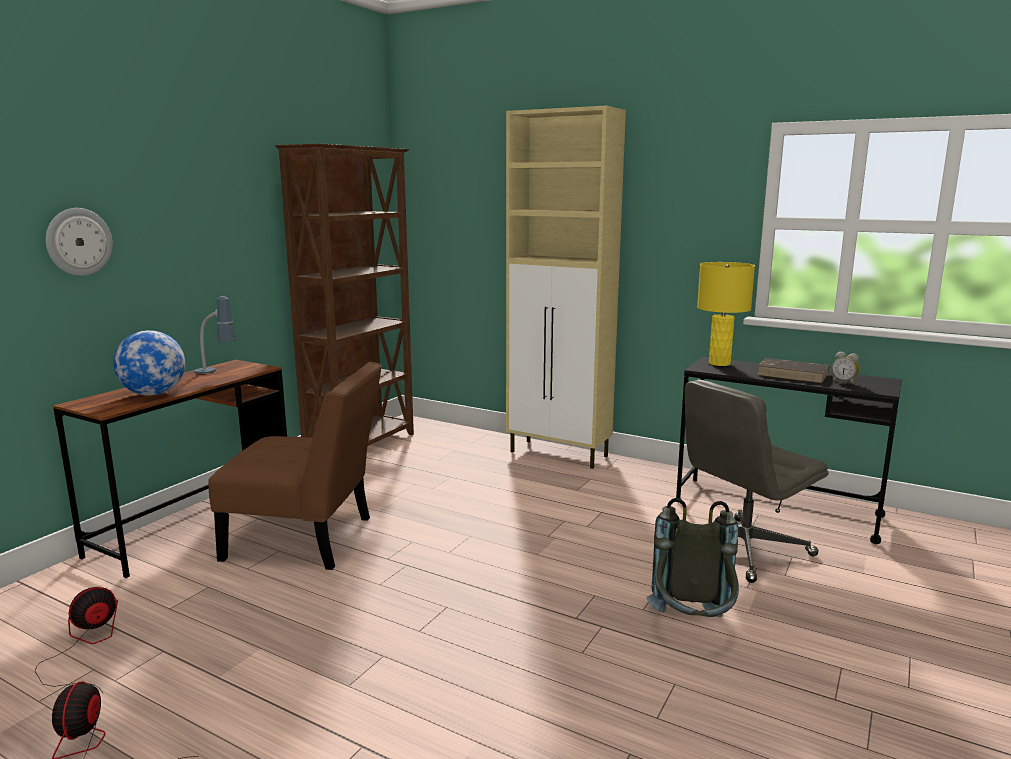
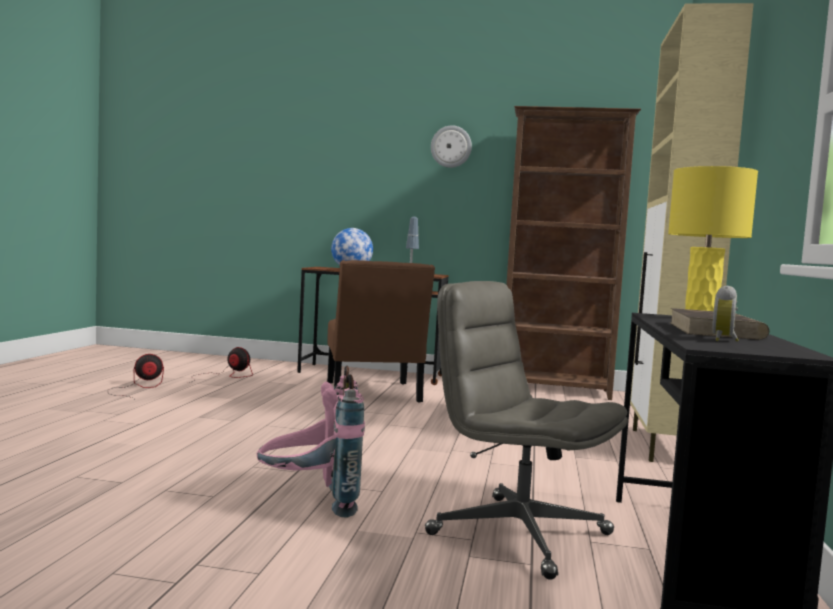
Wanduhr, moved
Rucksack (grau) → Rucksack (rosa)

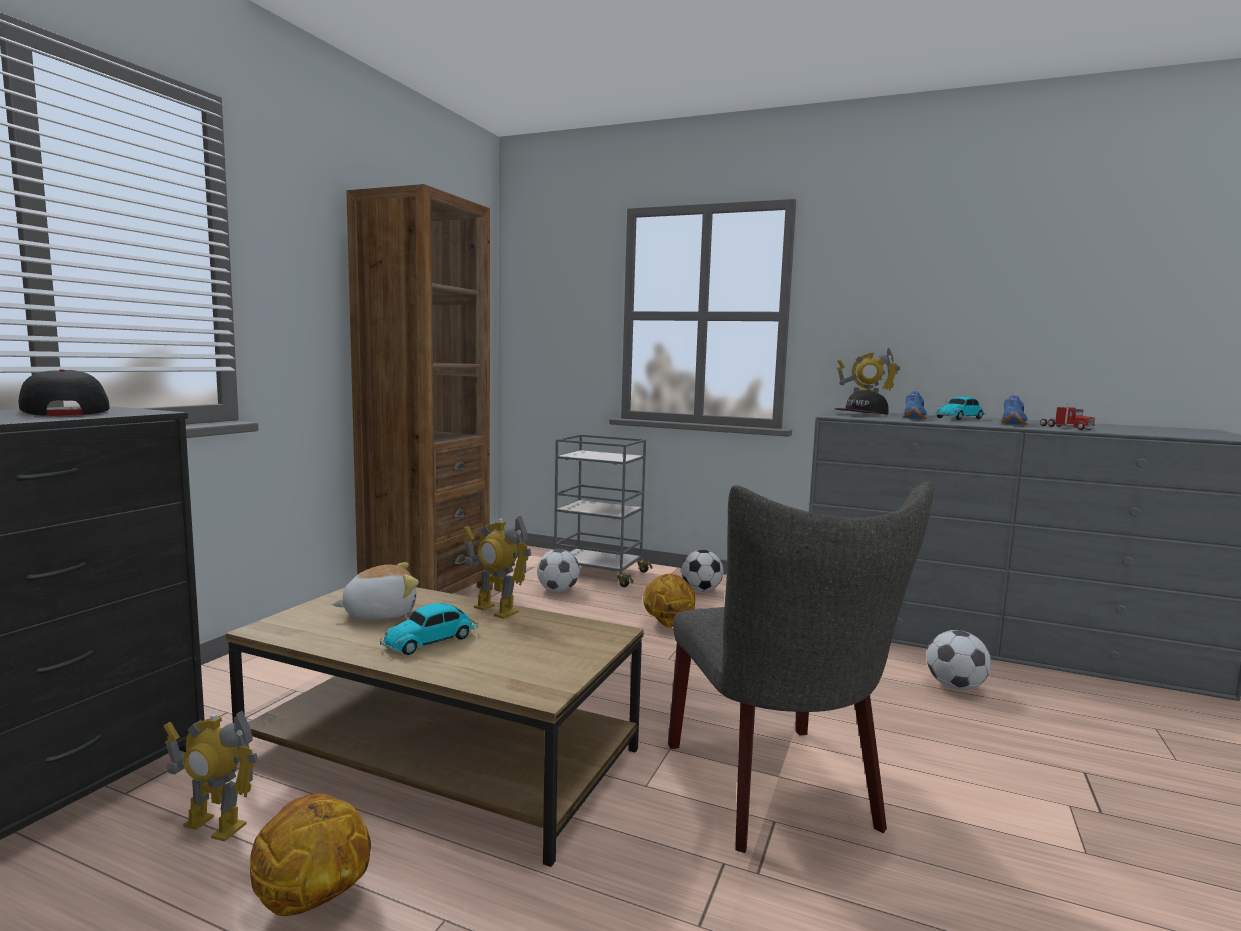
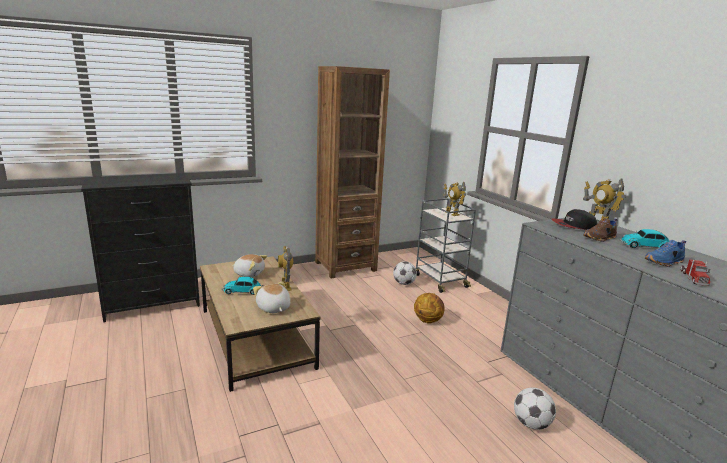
Kappe (1st from left) → -
Basketball (1st from left) → -
Stuhl (grau) → -
Fußball (2nd from left) → -
- → Plüschtier (2nd from left)
Spielzeugroboter (1st from left in the first image) → Spielzeugroboter (2nd from left), moved
Schuh (blau) (1st from left) → Schuh (braun)

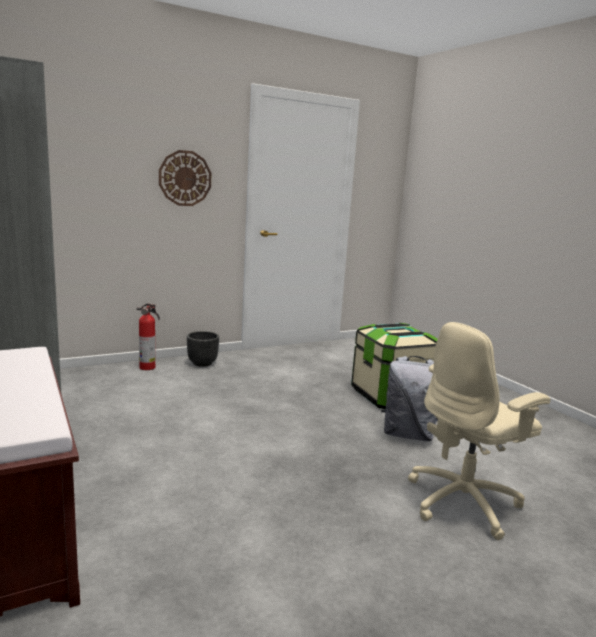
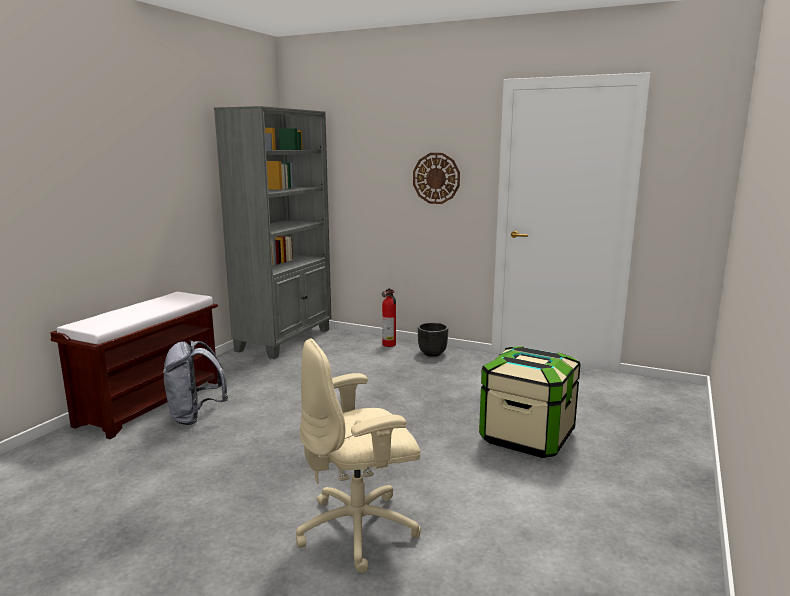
Rucksack (grau), moved
Bürostuhl (beige), 45 degrees counterclockwise

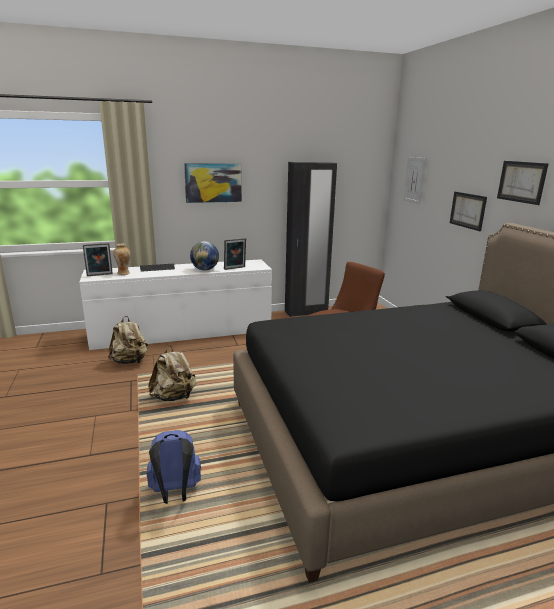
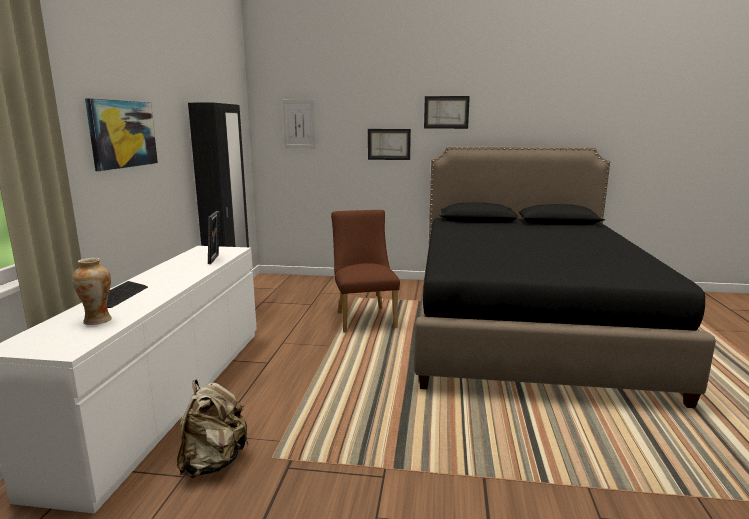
Bilderrahmen (1st from left) → -
Rucksack (blau) → -
Rucksack (beige) (2nd from left) → -
Globus → -

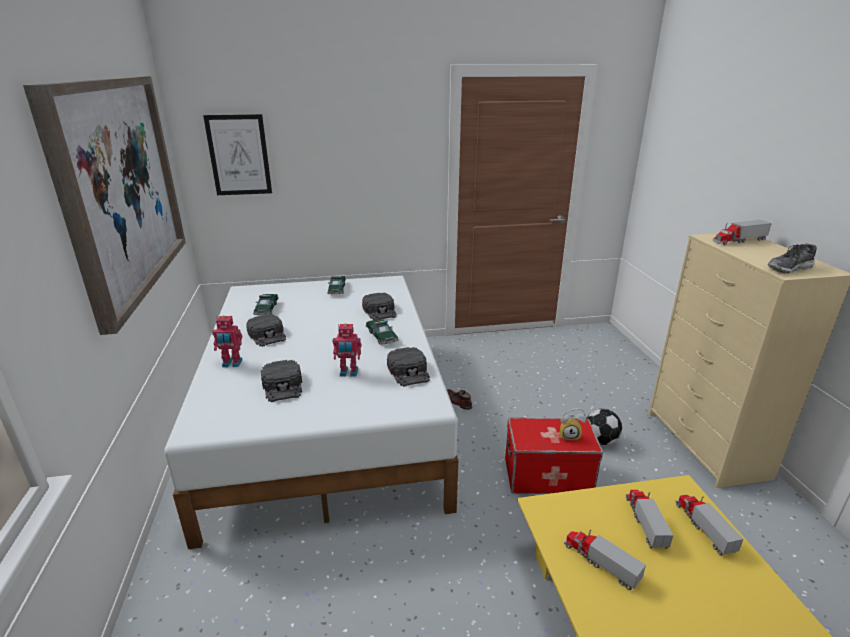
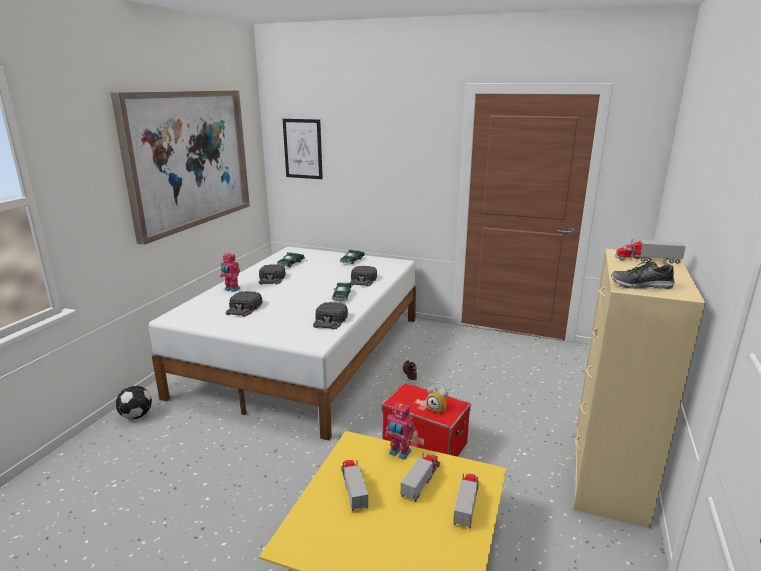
Spielzeugroboter (2nd from left), moved
Fußball, moved

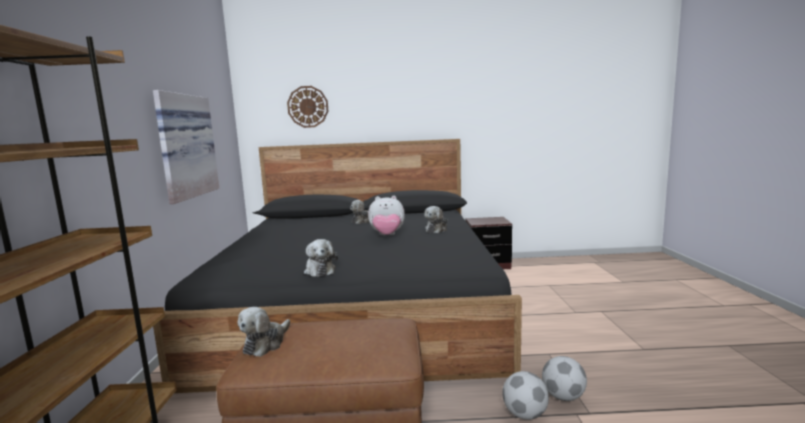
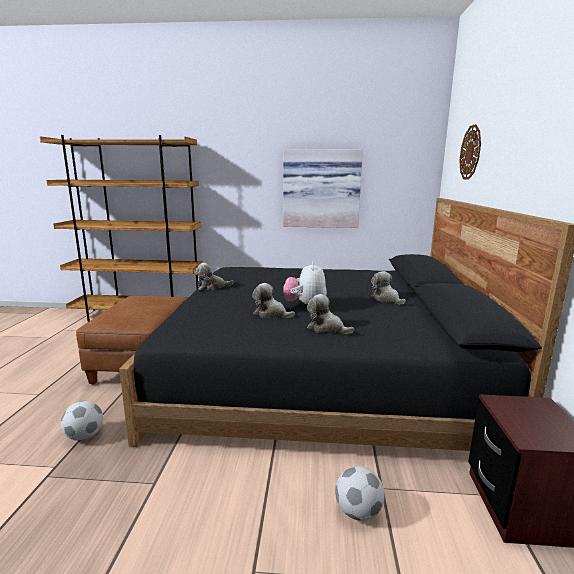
Plüschtier (1st from left in the first image) → Plüschtier (2nd from left), moved
Fußball (2nd from left), moved

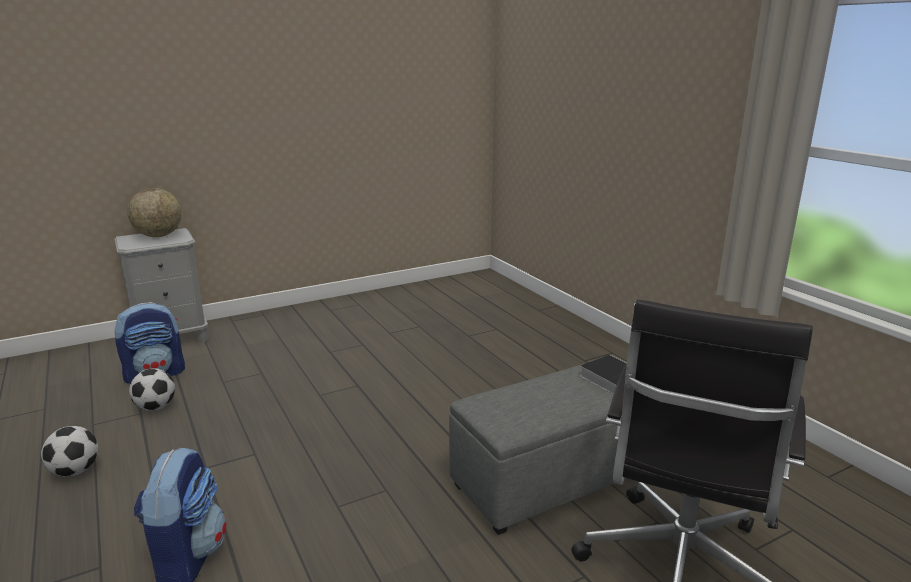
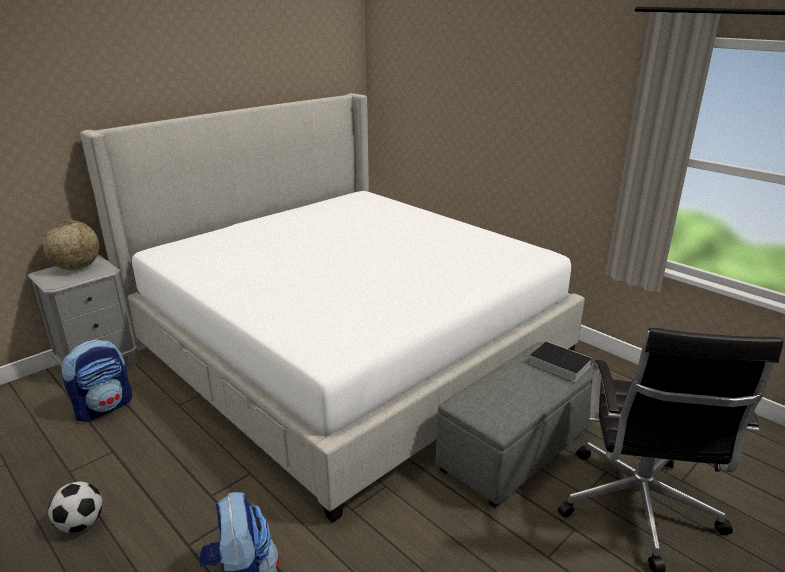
Fußball (2nd from left) → -
- → Bett

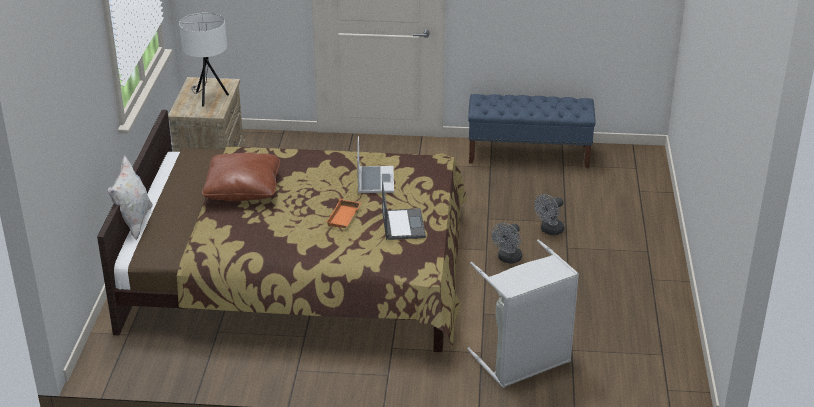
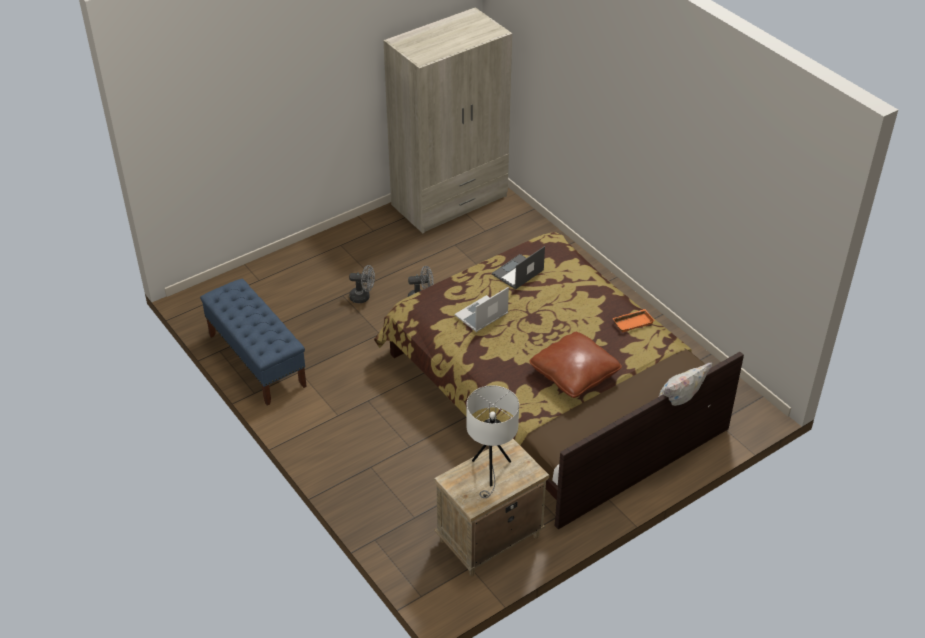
Wäschekorb (grau) → -
- → Kleiderschrank (beige)
Tablett (orange), moved

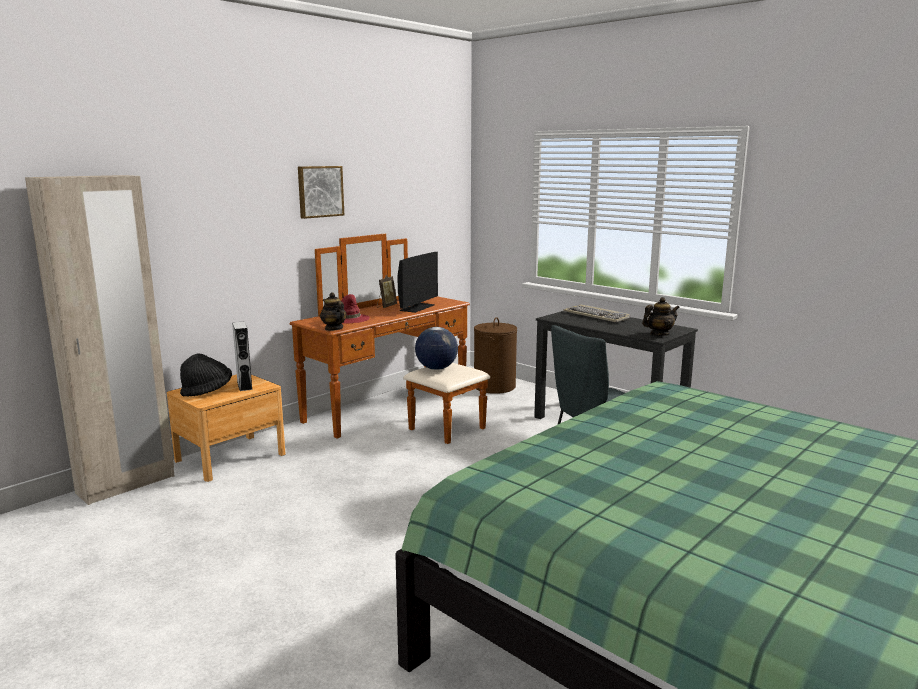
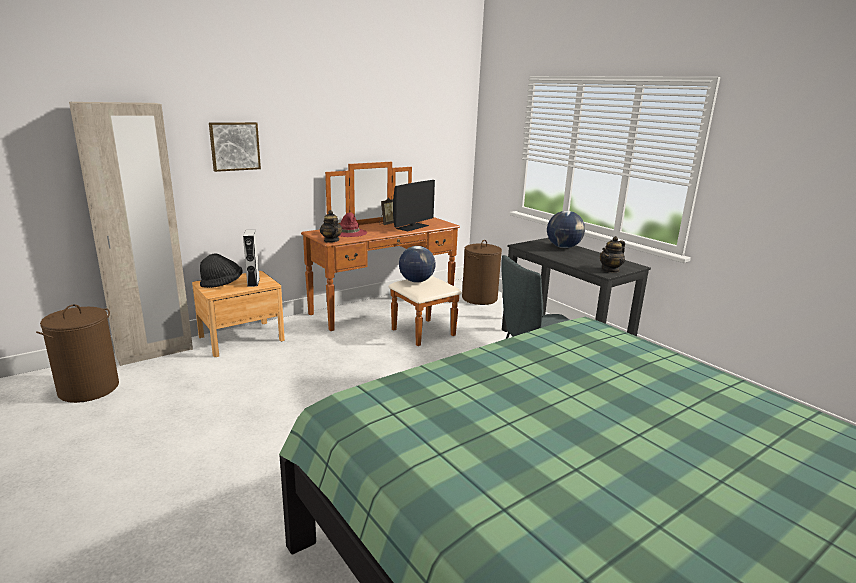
- → Wäschekorb (braun) (1st from left)
Bild, moved
Tastatur → Globus (2nd from left)
Teekanne (2nd from left), 150 degrees clockwise

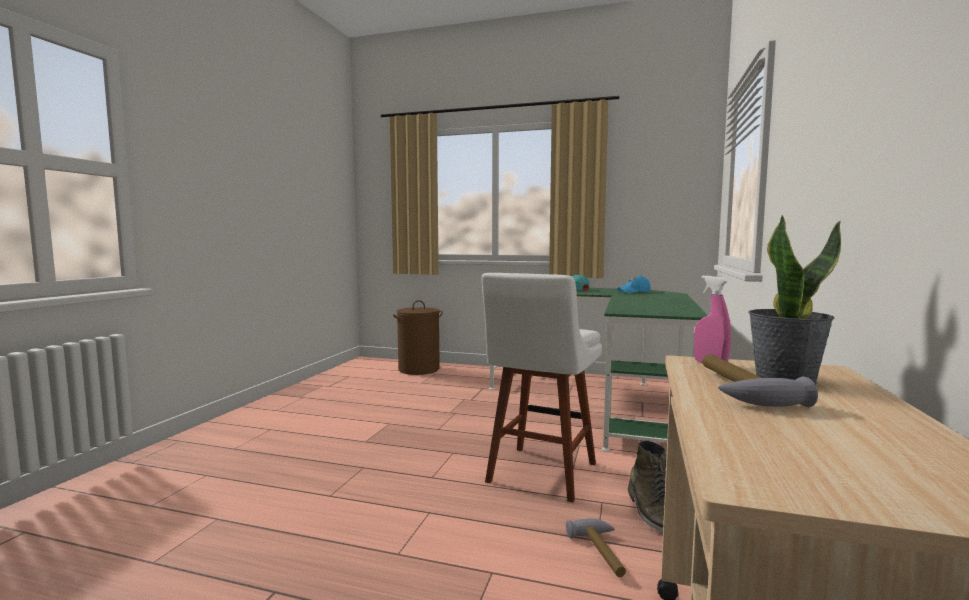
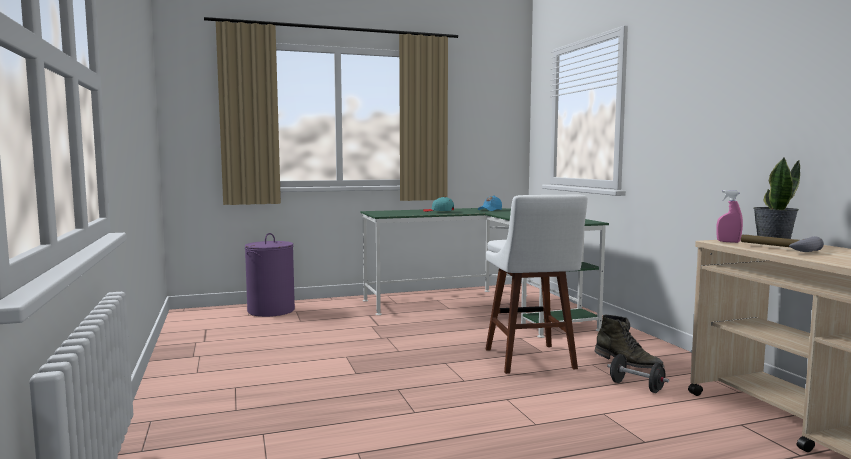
Hammer (1st from left) → Hantel (schwarz)
Wäschekorb (braun) → Wäschekorb (lila)

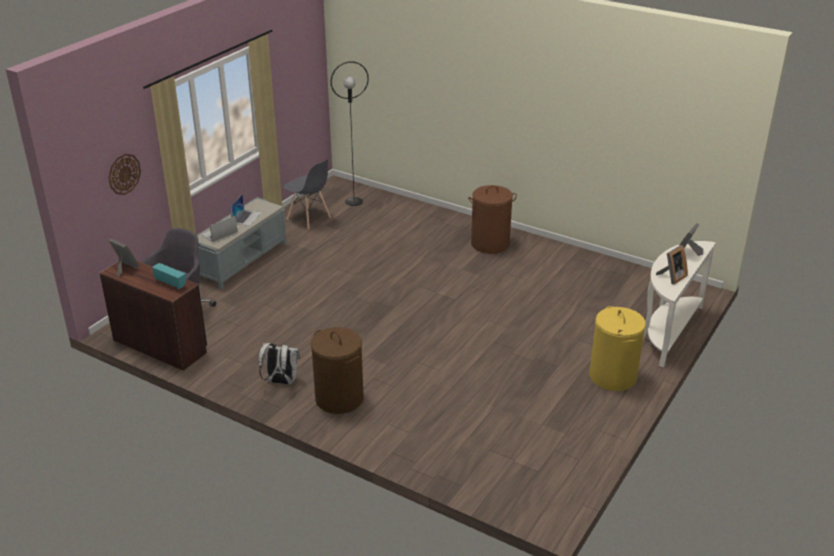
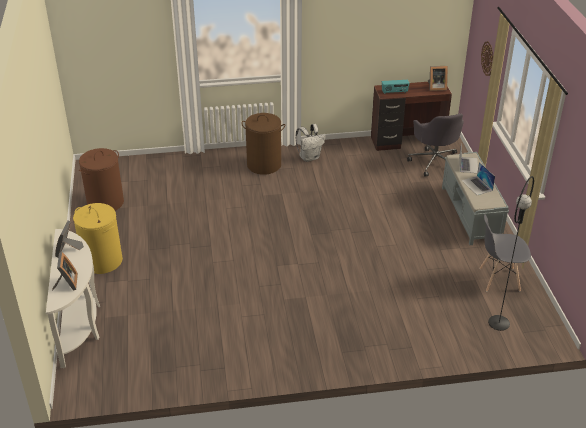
Wäschekorb (braun) (2nd from left in the first image) → Wäschekorb (braun) (1st from left), moved

